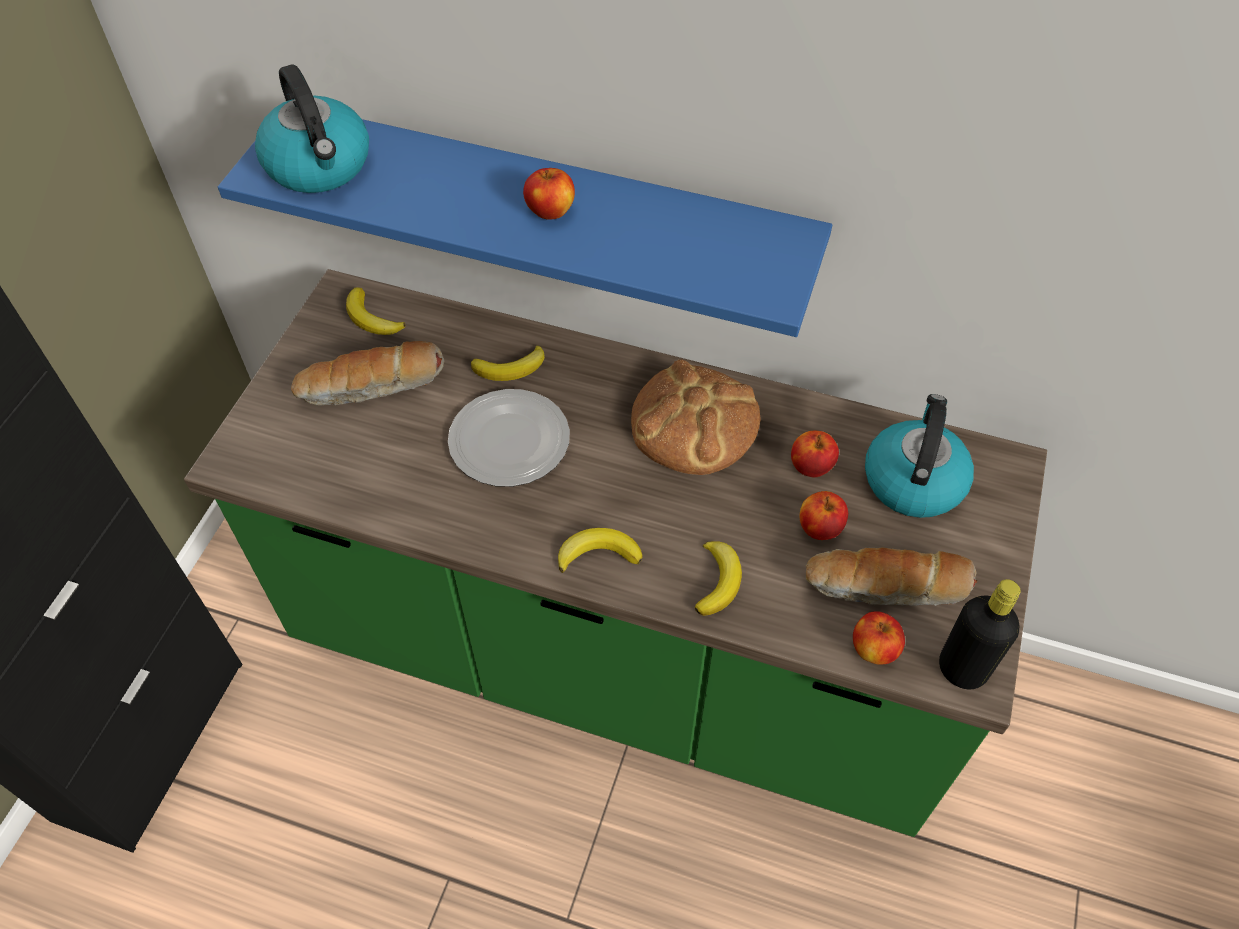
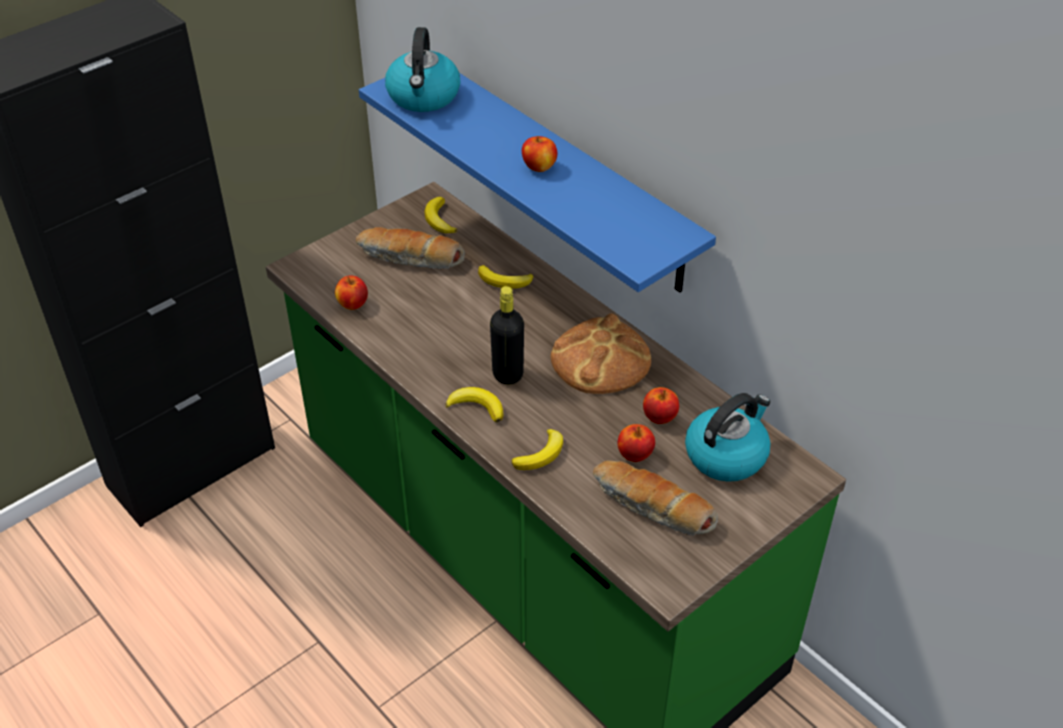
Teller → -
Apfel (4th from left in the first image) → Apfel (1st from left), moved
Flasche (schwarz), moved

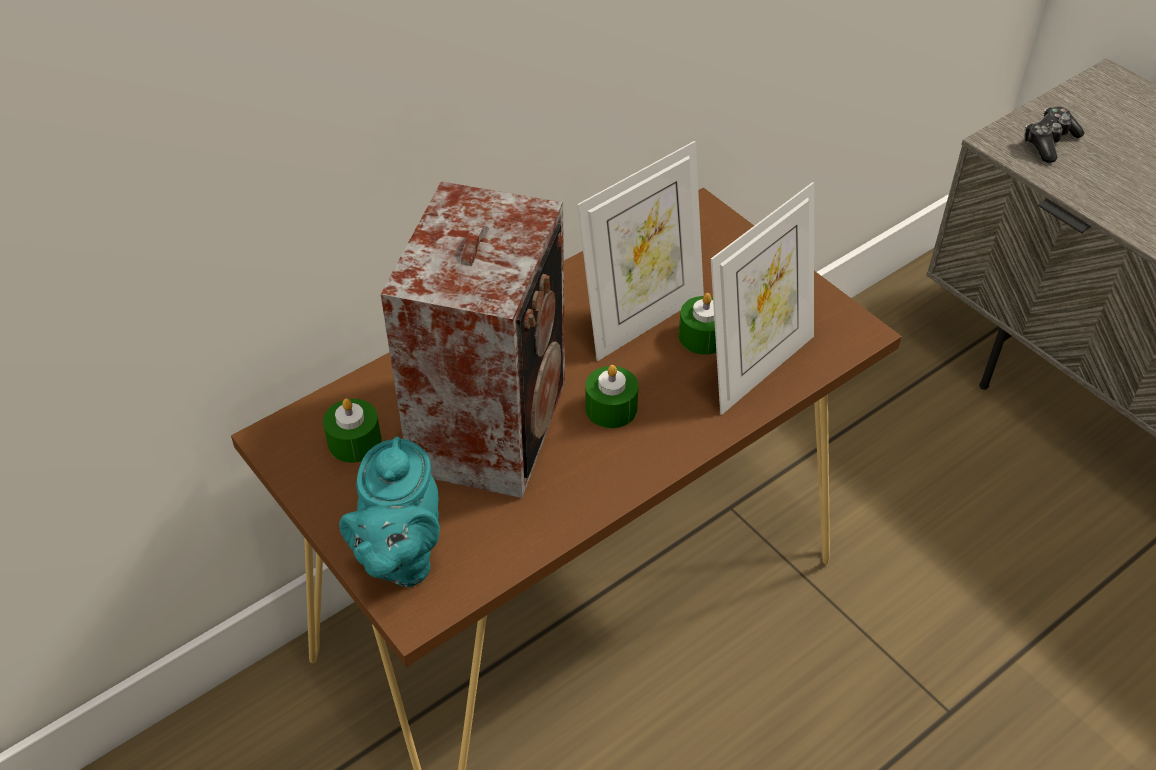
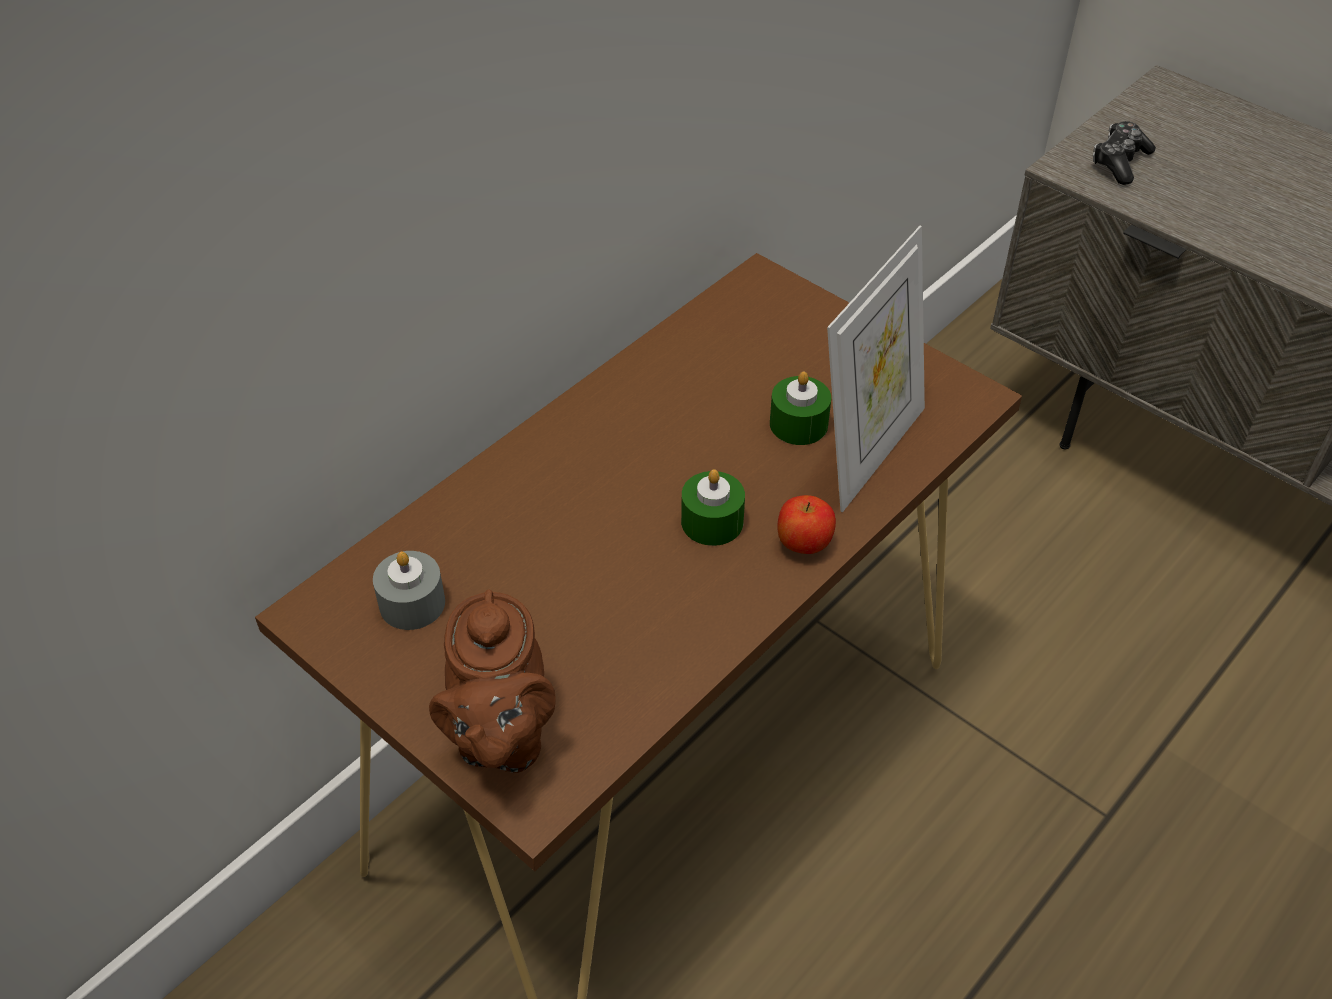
Lautsprecher → -
Bilderrahmen (1st from left) → -
- → Apfel
Kerze (grün) (1st from left) → Kerze (grau)
Teekanne (türkis) → Teekanne (braun)

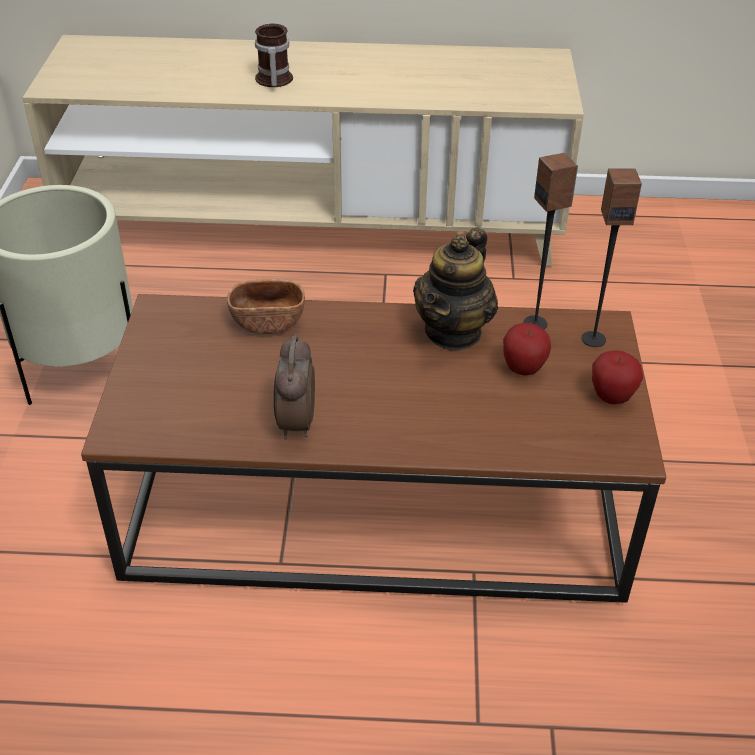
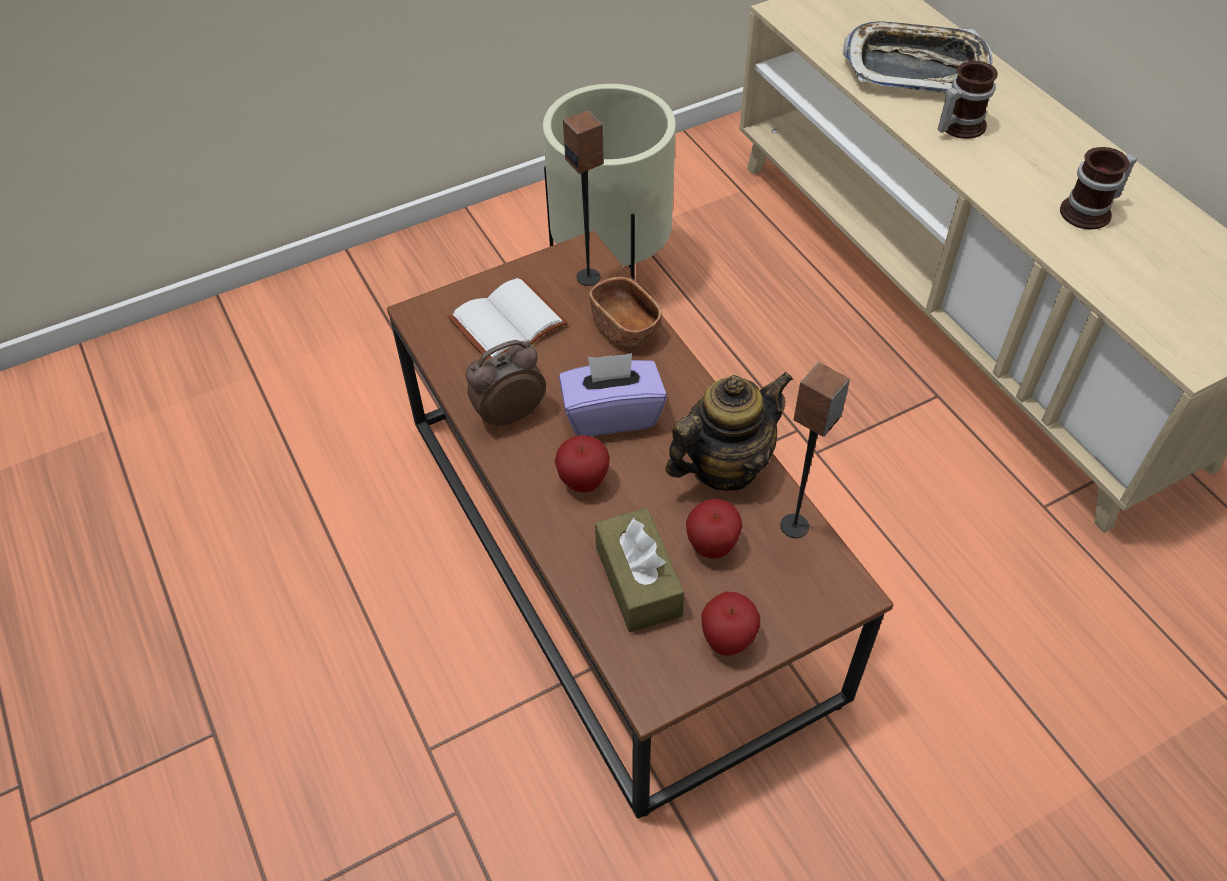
- → Buch (weiß)
- → Apfel (1st from left)
- → Taschentuchbox (lila)
- → Taschentuchbox (braun)
- → Tablett
- → Henkelbecher (2nd from left)
Lautsprecher (2nd from left in the first image) → Lautsprecher (1st from left), moved
Teekanne, 150 degrees clockwise

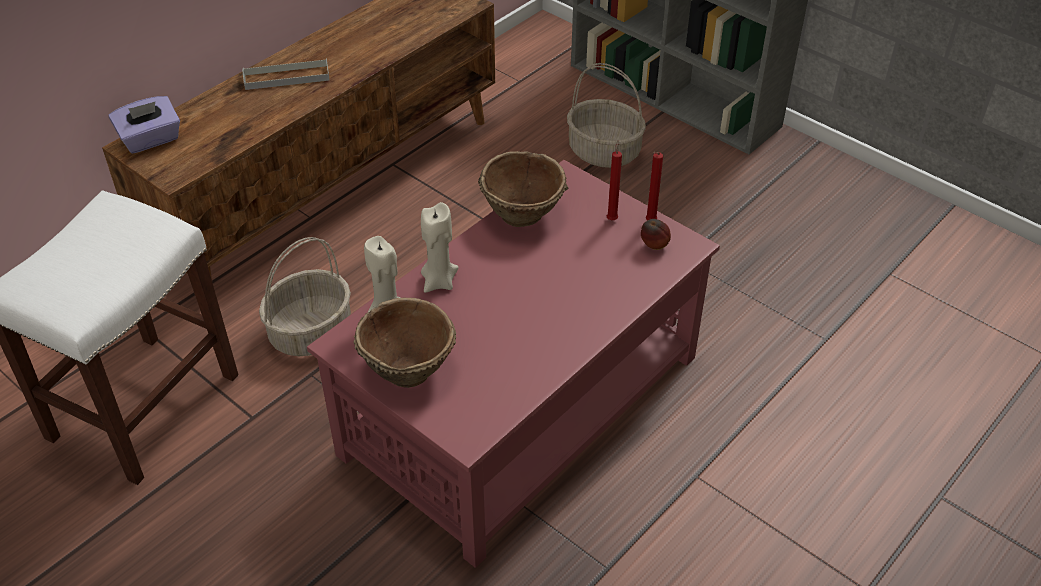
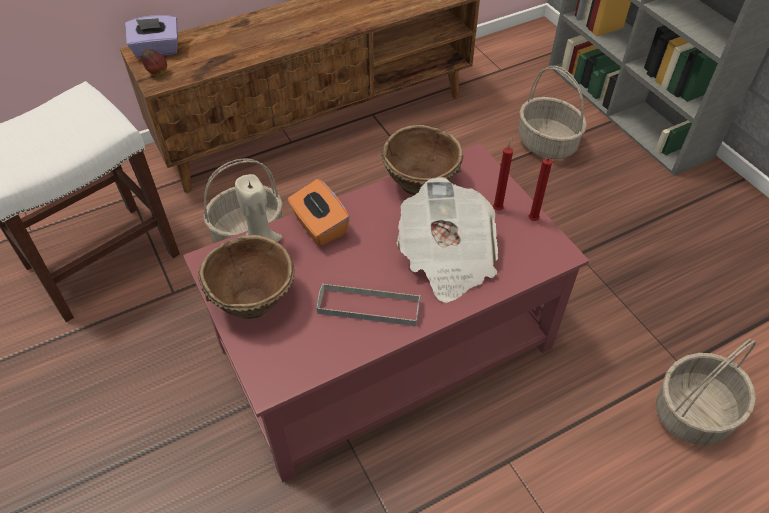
- → Zeitung
- → Korb (3rd from left)
Tablett (grau), moved
Apfel, moved
Kerze (beige) (2nd from left) → Taschentuchbox (orange)

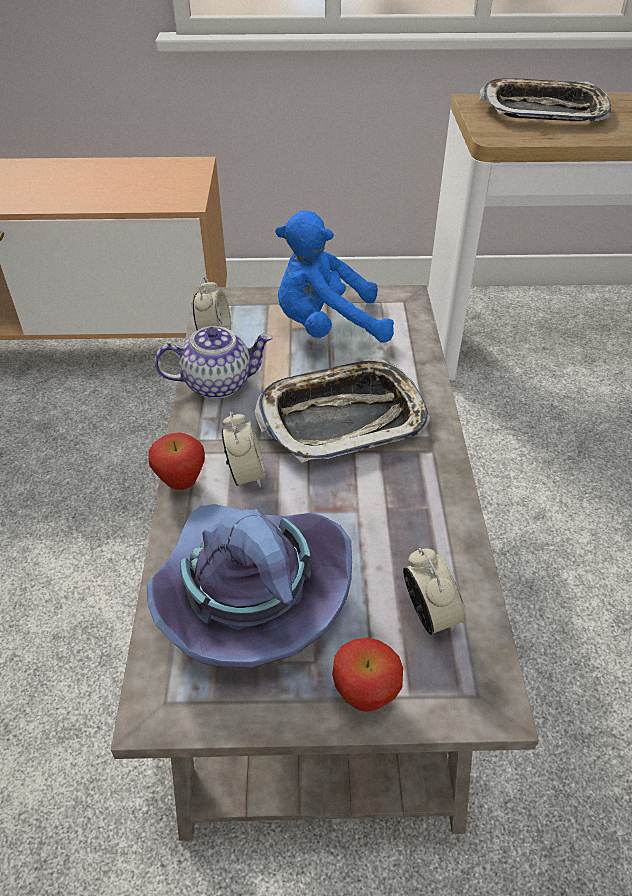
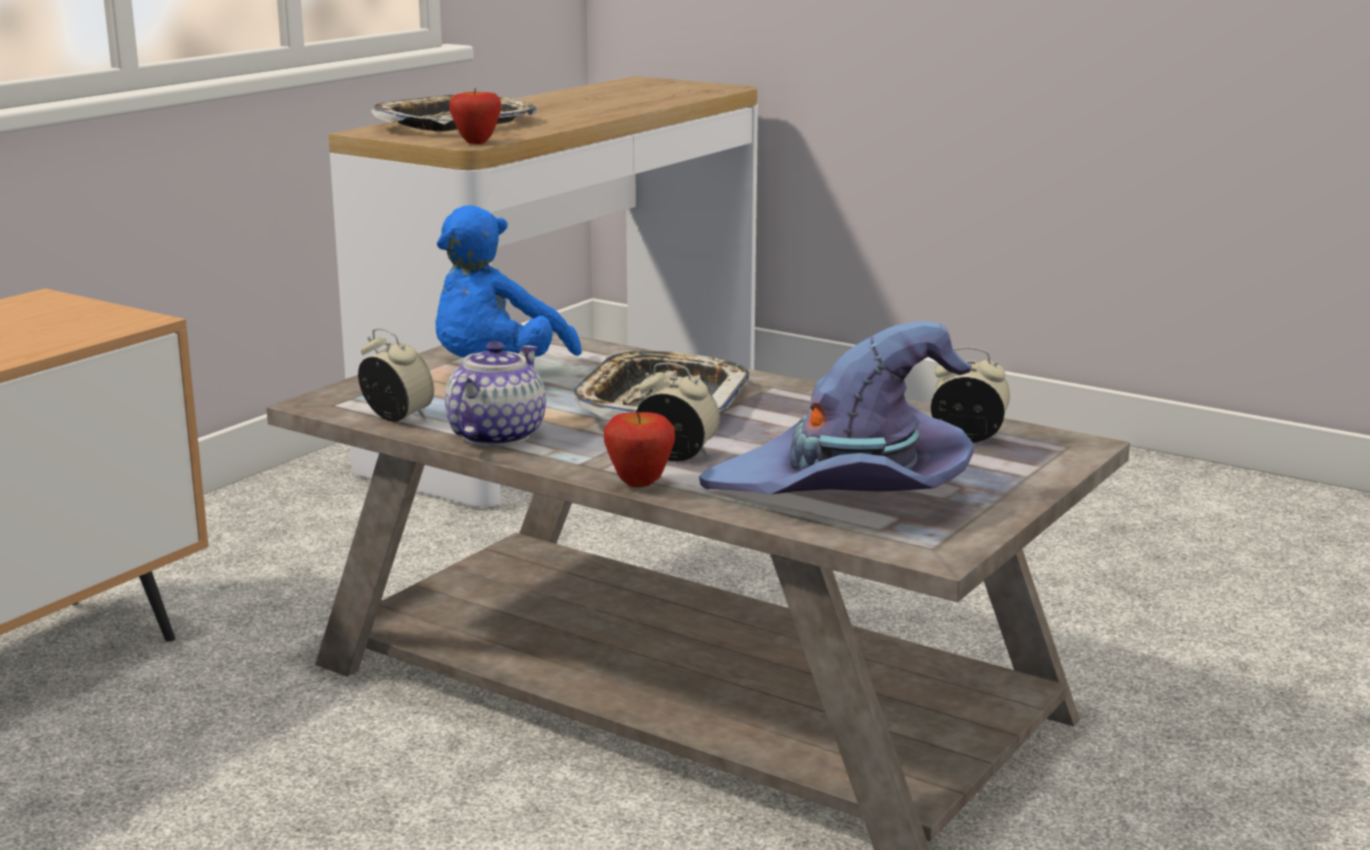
Apfel (2nd from left in the first image) → Apfel (1st from left), moved

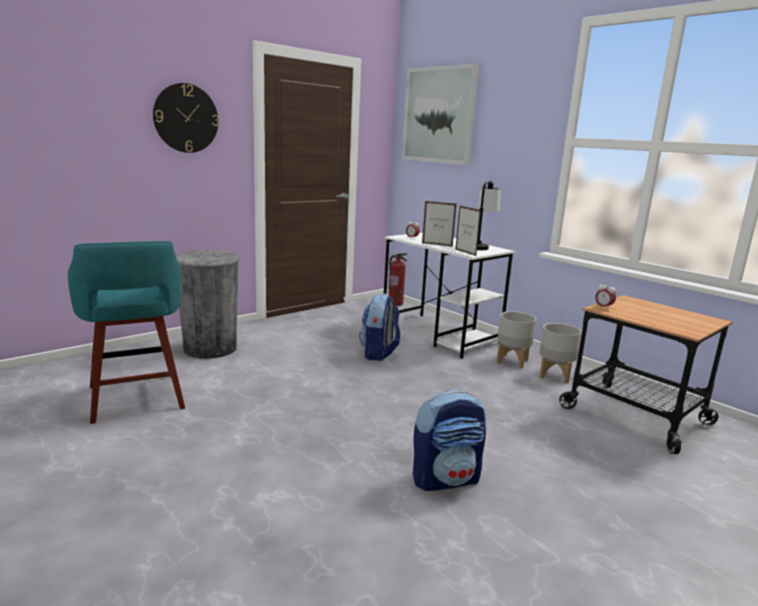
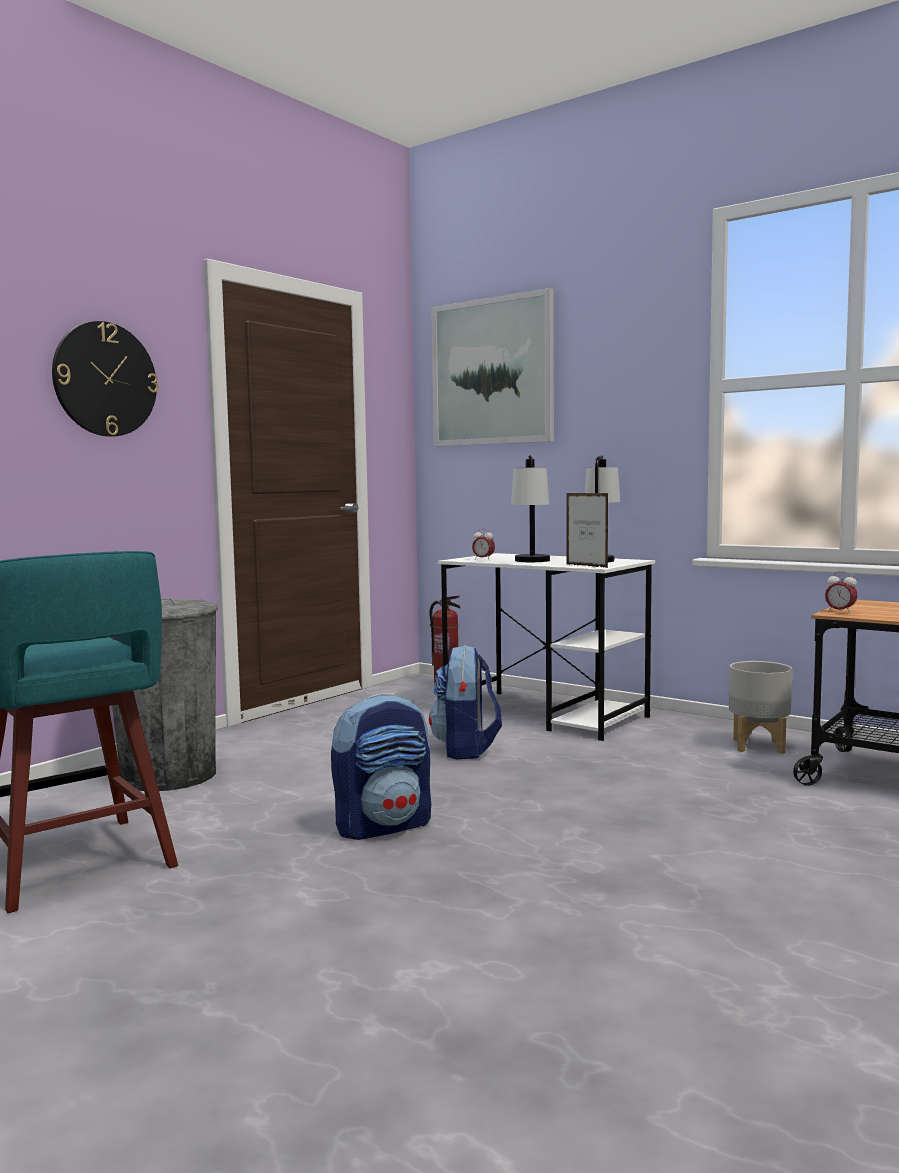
Pflanzkübel (grau) (1st from left) → -
Rucksack (2nd from left in the first image) → Rucksack (1st from left), moved
Bilderrahmen (1st from left) → Tischlampe (1st from left)

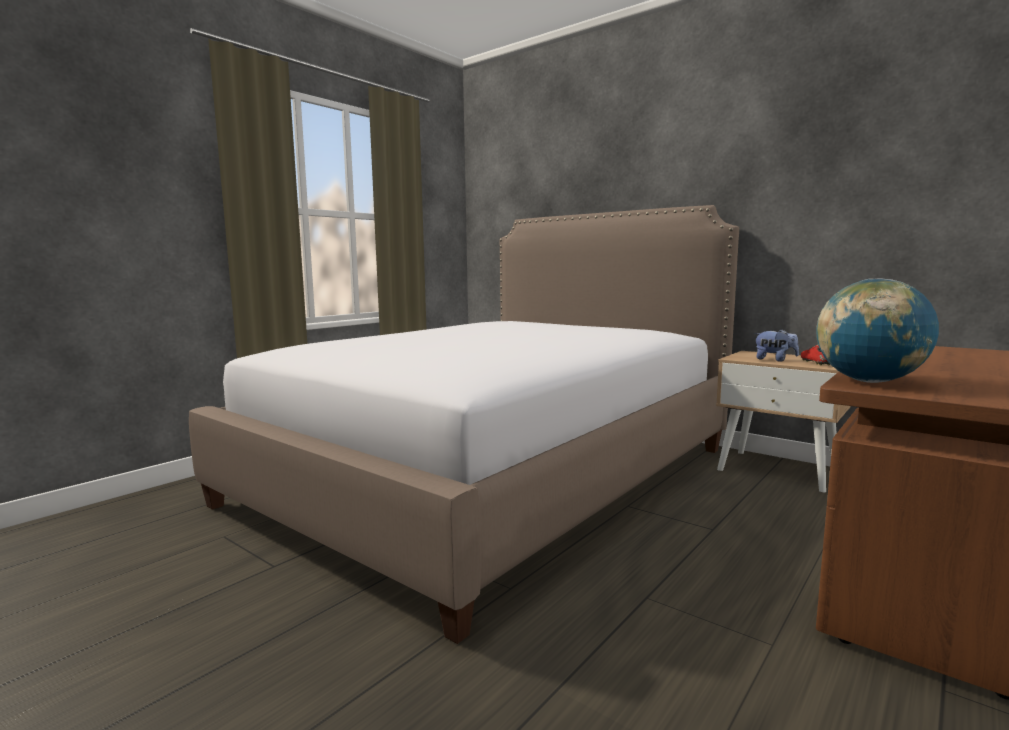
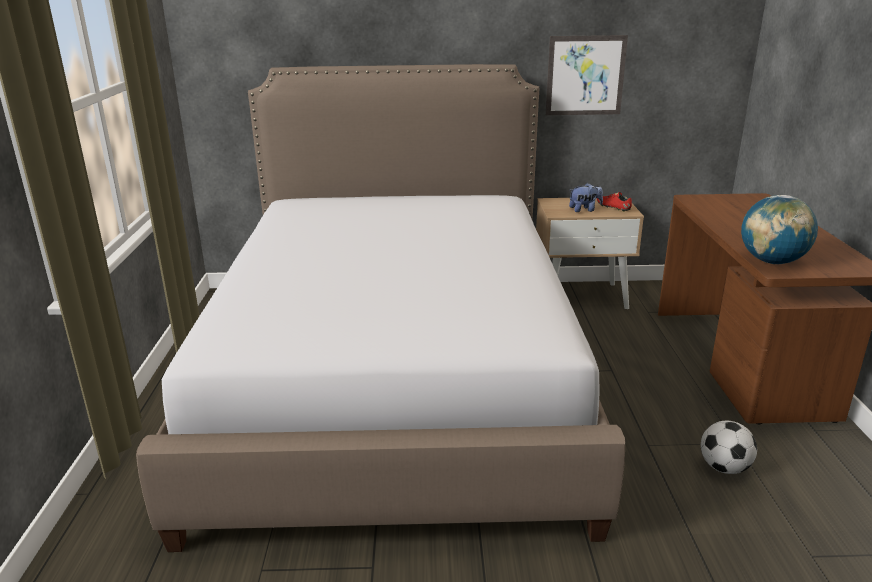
- → Bild
- → Fußball

